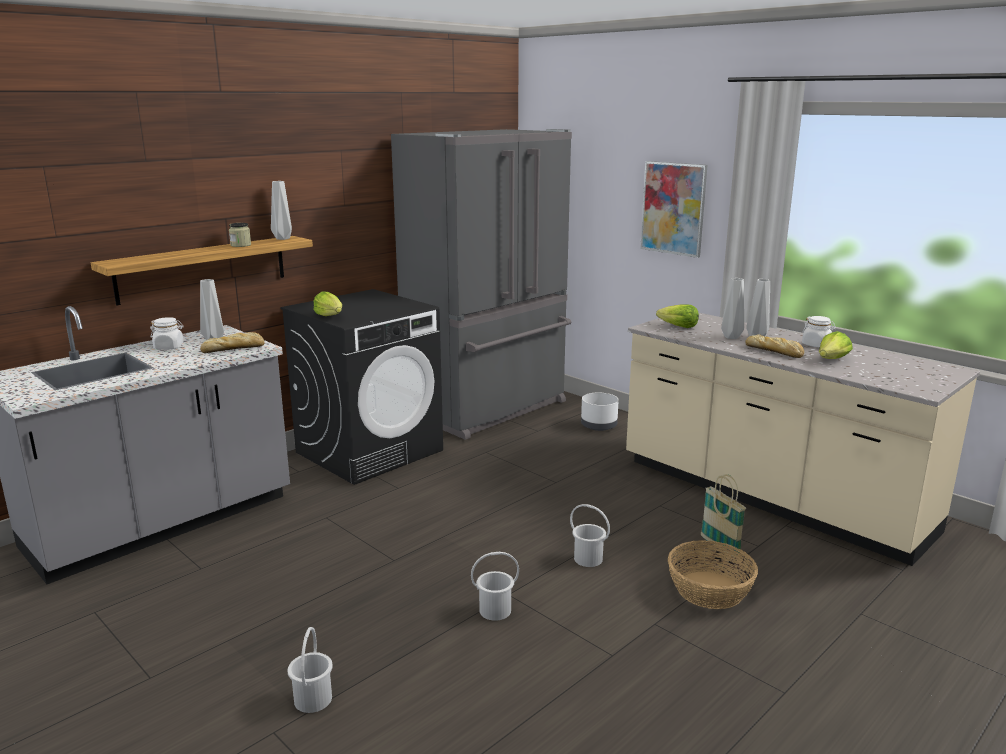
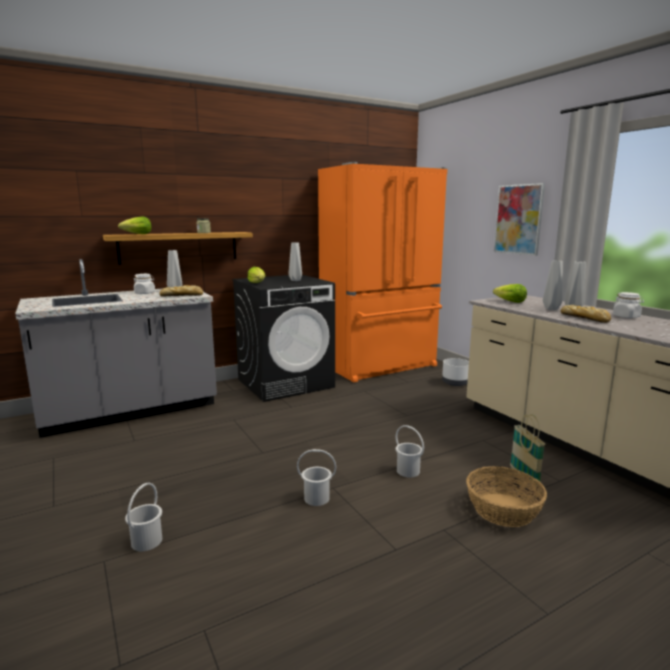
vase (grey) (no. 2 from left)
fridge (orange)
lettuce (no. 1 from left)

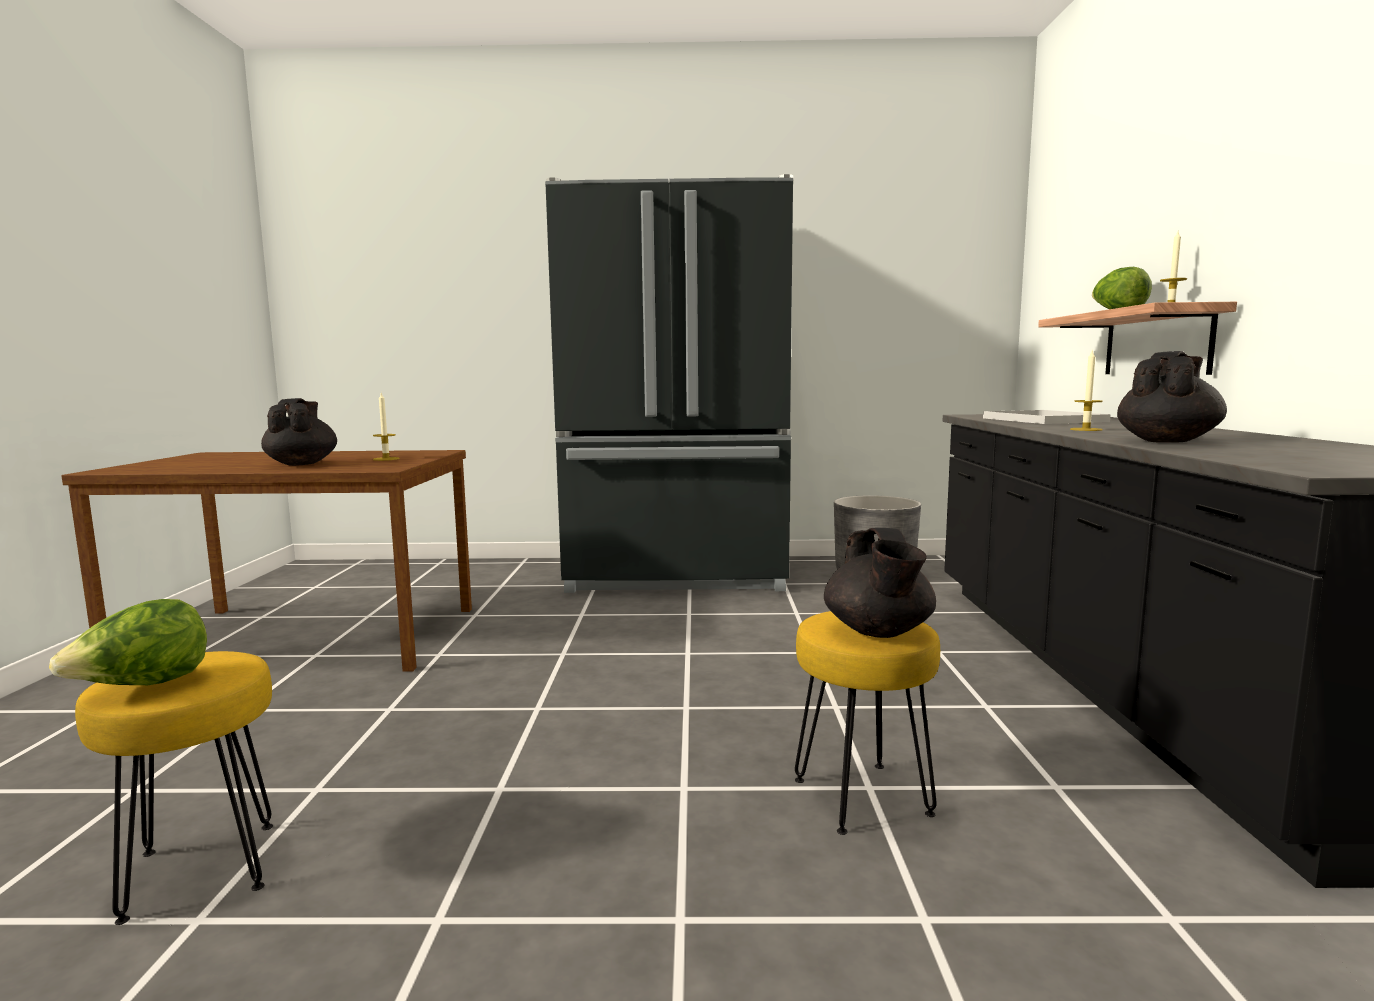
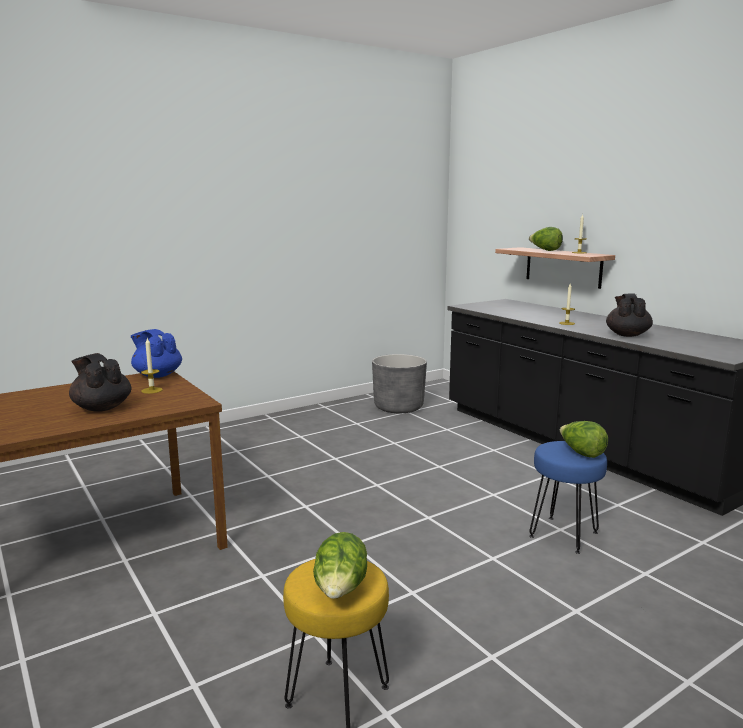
fridge (black)
stool (blue)
lettuce (no. 3 from left)
tray (white)
teapot (blue)

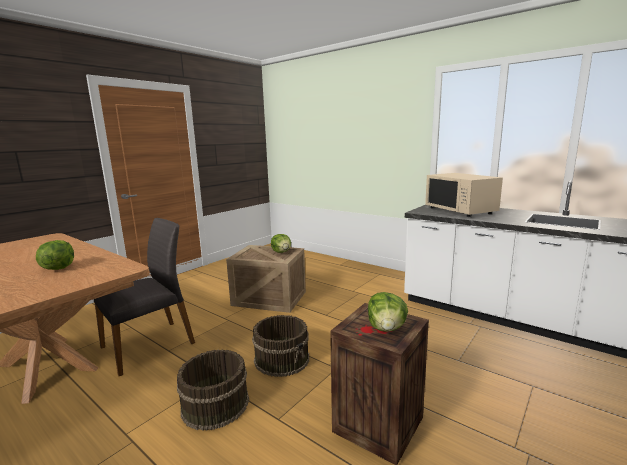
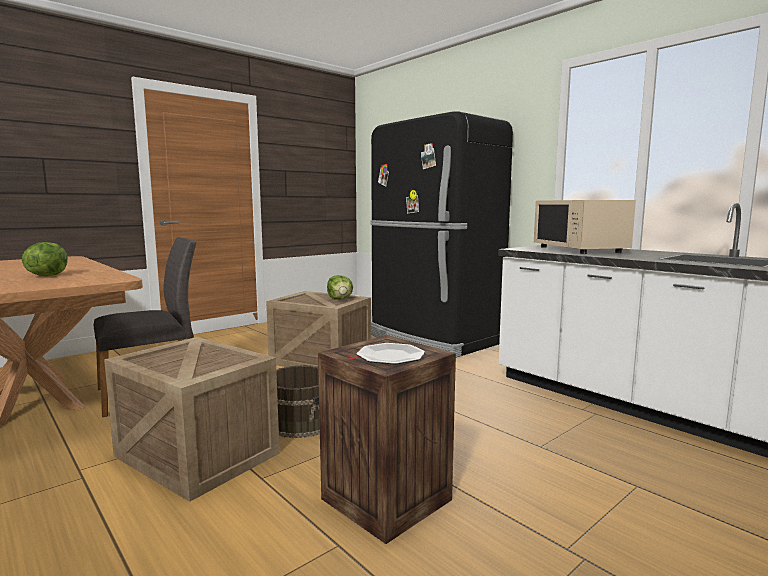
crate (no. 1 from left)
plate
fridge (black)

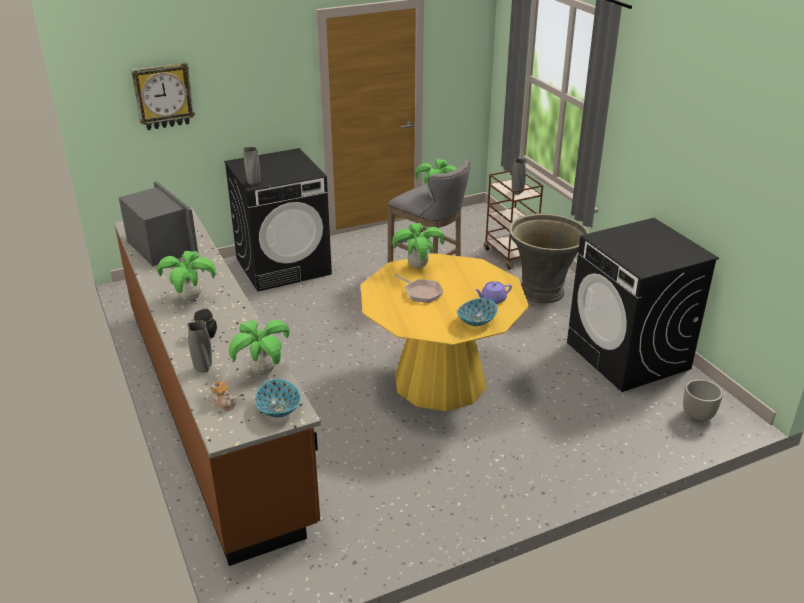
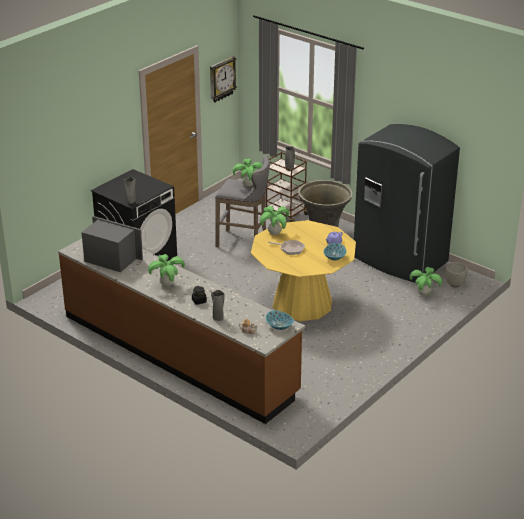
wall clock
potted plant (no. 4 from left)
fridge (grey)

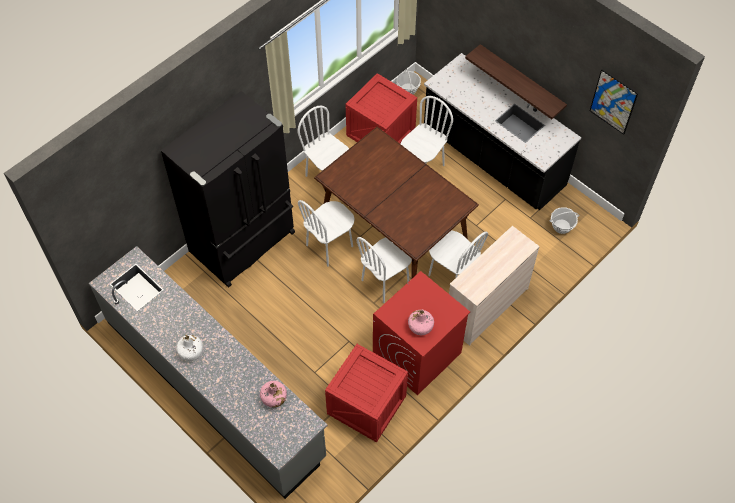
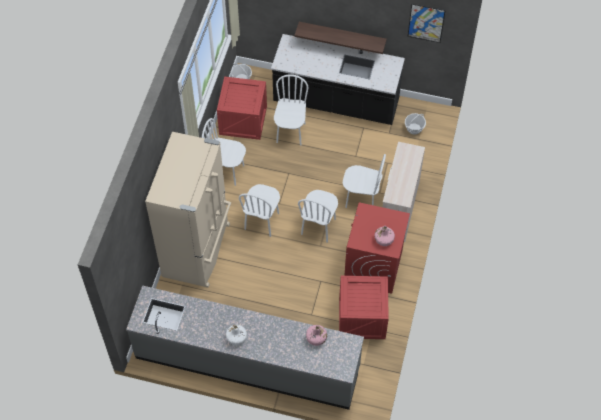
fridge (beige)
dining table (brown)

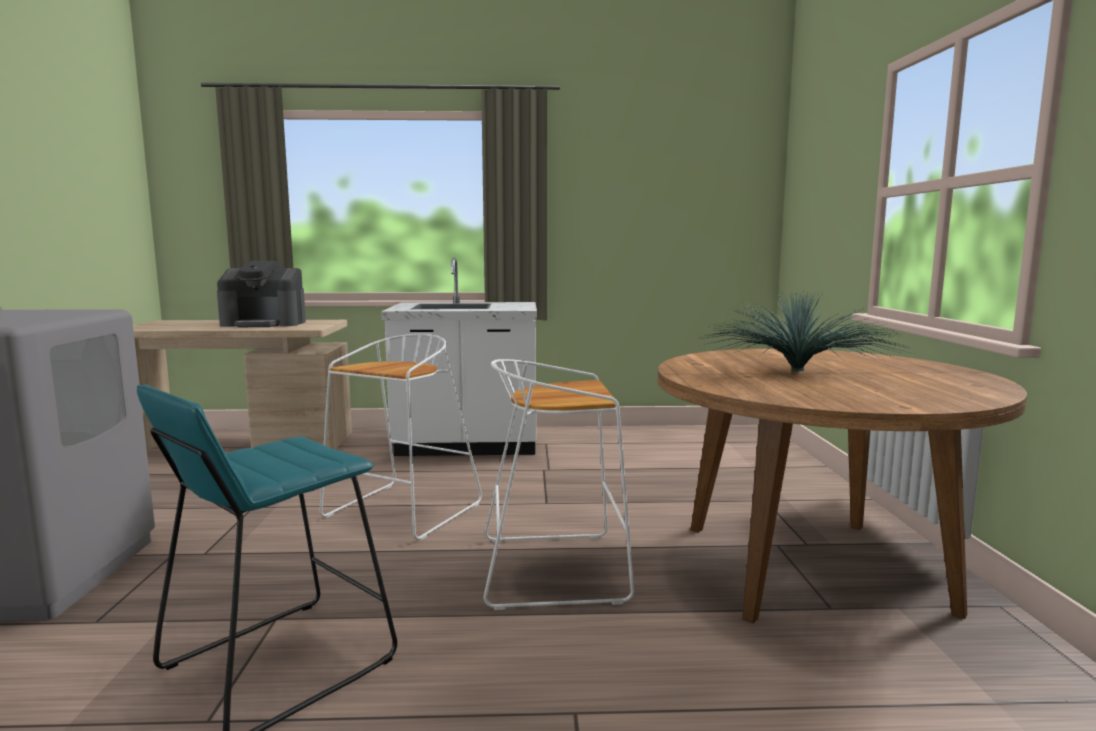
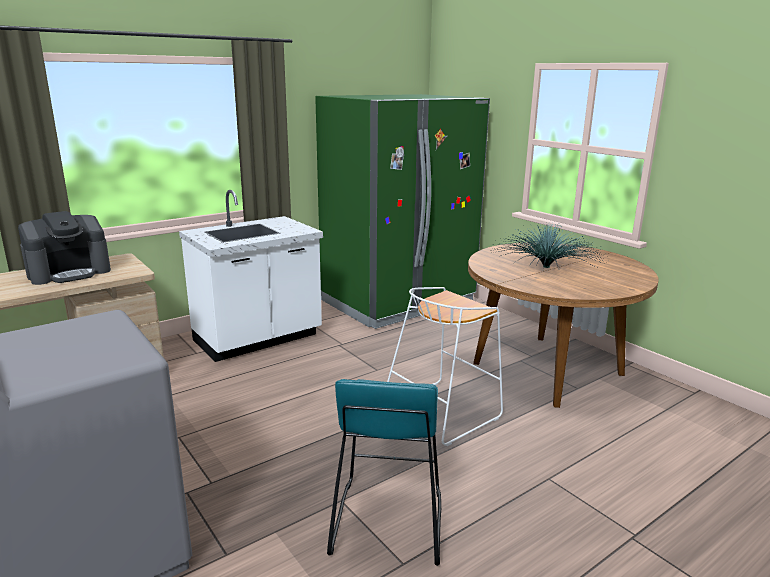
stool (white) (no. 1 from left in the first image)
fridge (green)

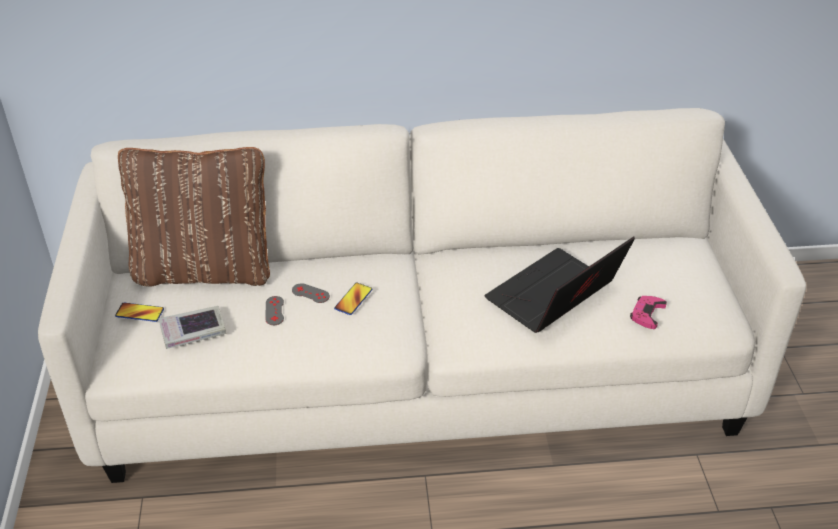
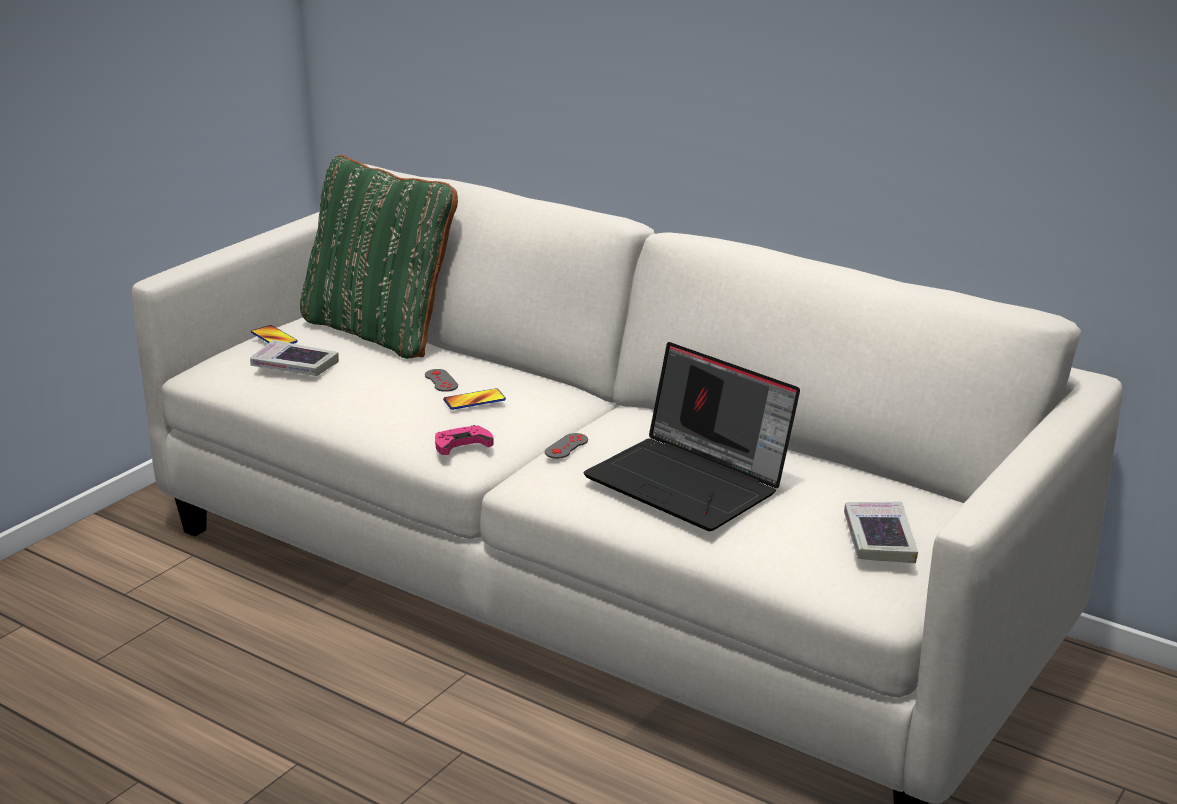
pillow (green)
game controller (grey) (no. 2 from left)
laptop
game controller (pink)
book (no. 2 from left)

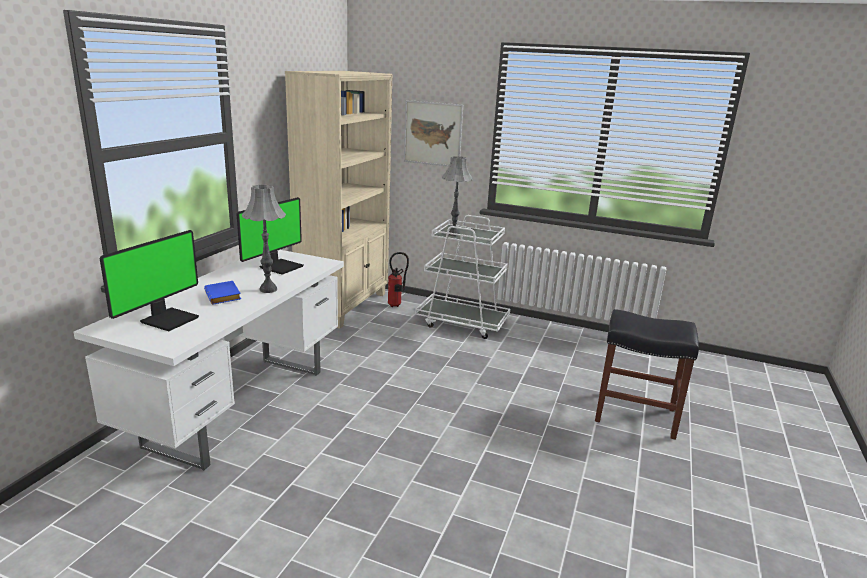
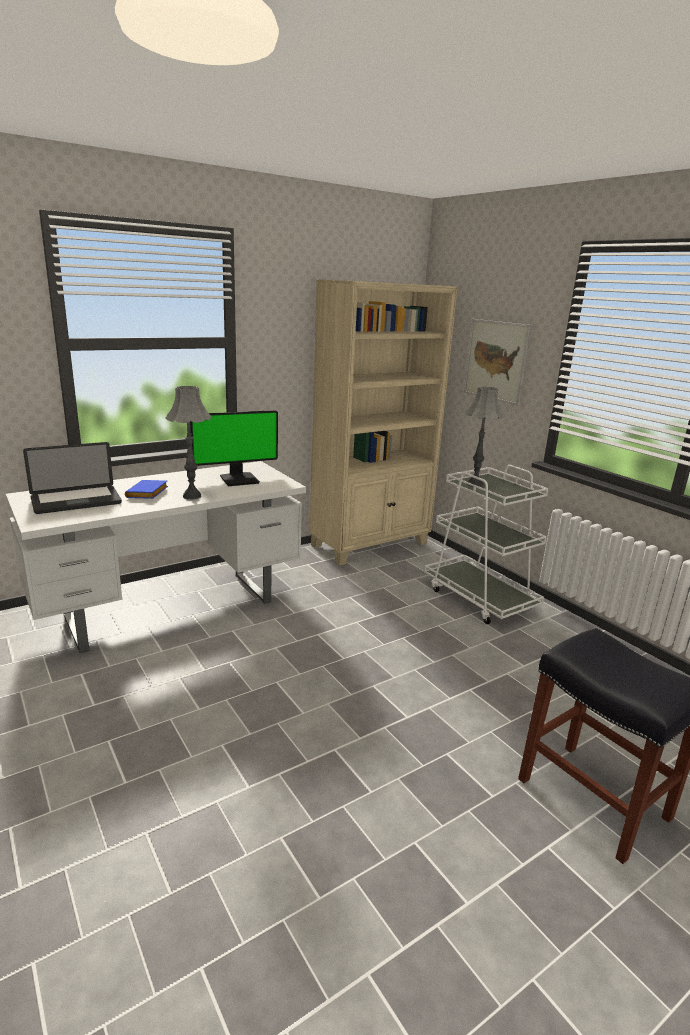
laptop
fire extinguisher

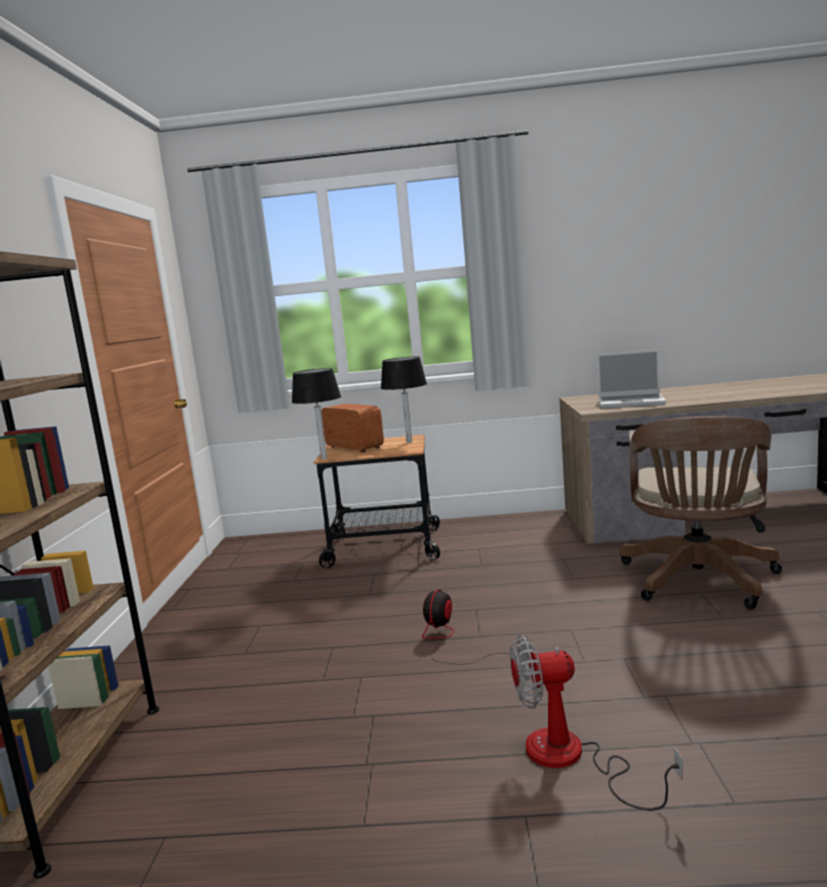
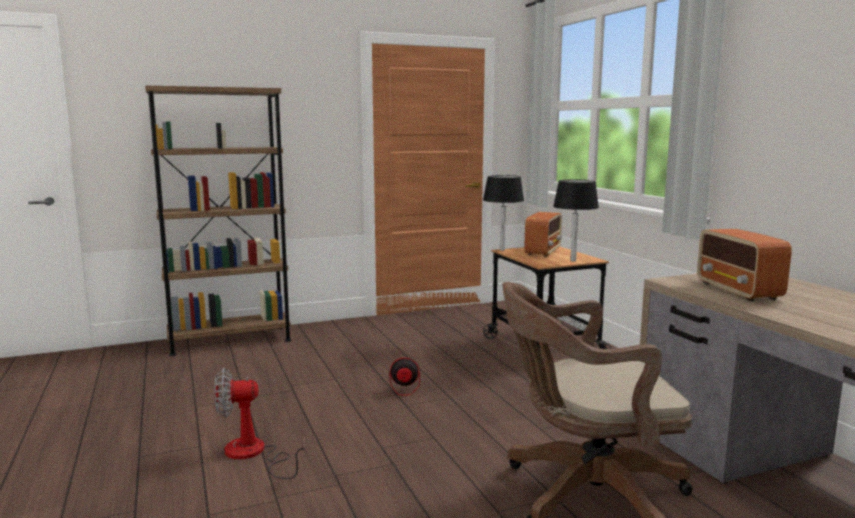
fan (no. 1 from left)
radio (no. 2 from left)

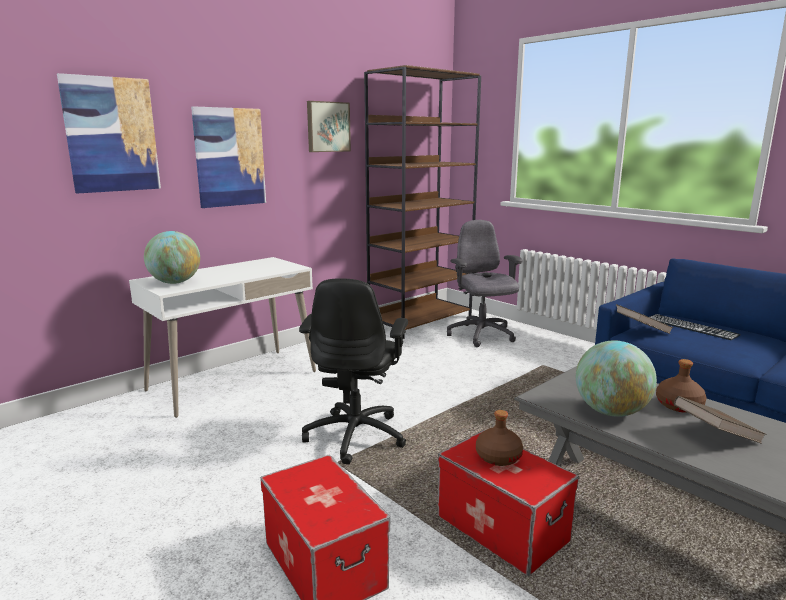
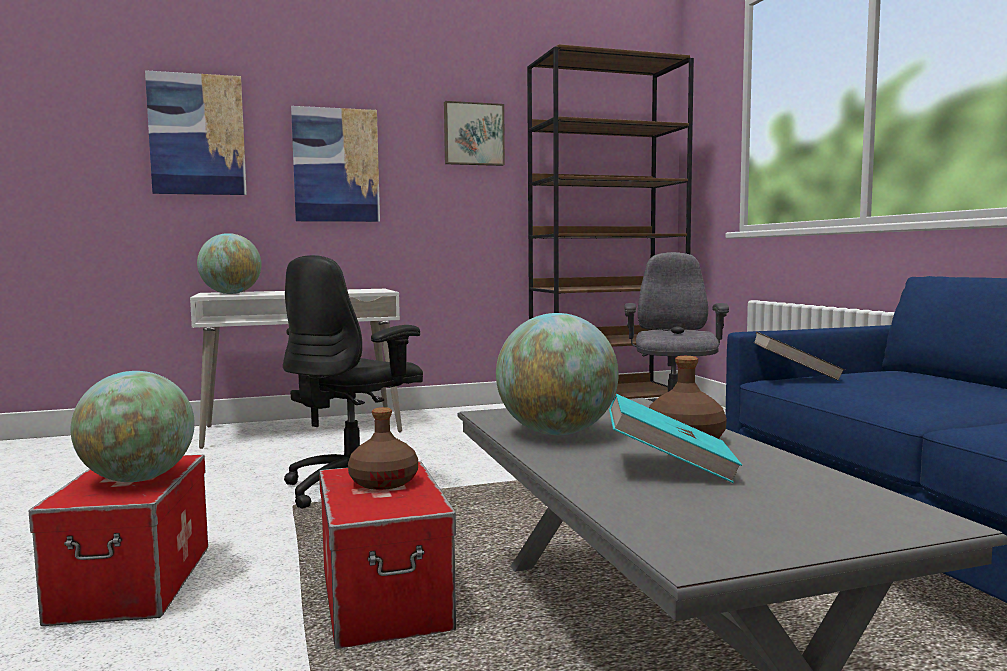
keyboard
book (turquoise)
globe (no. 1 from left)

